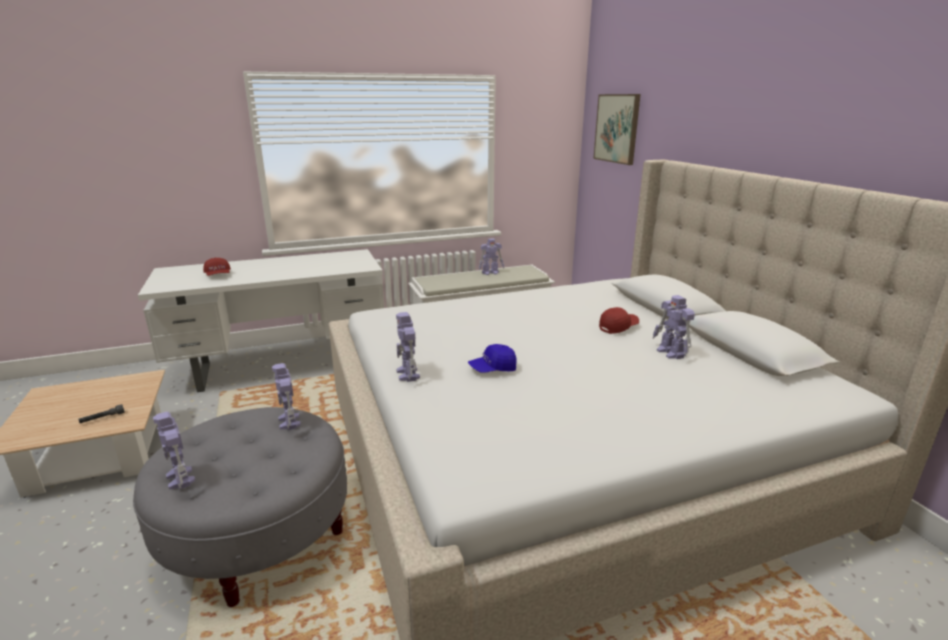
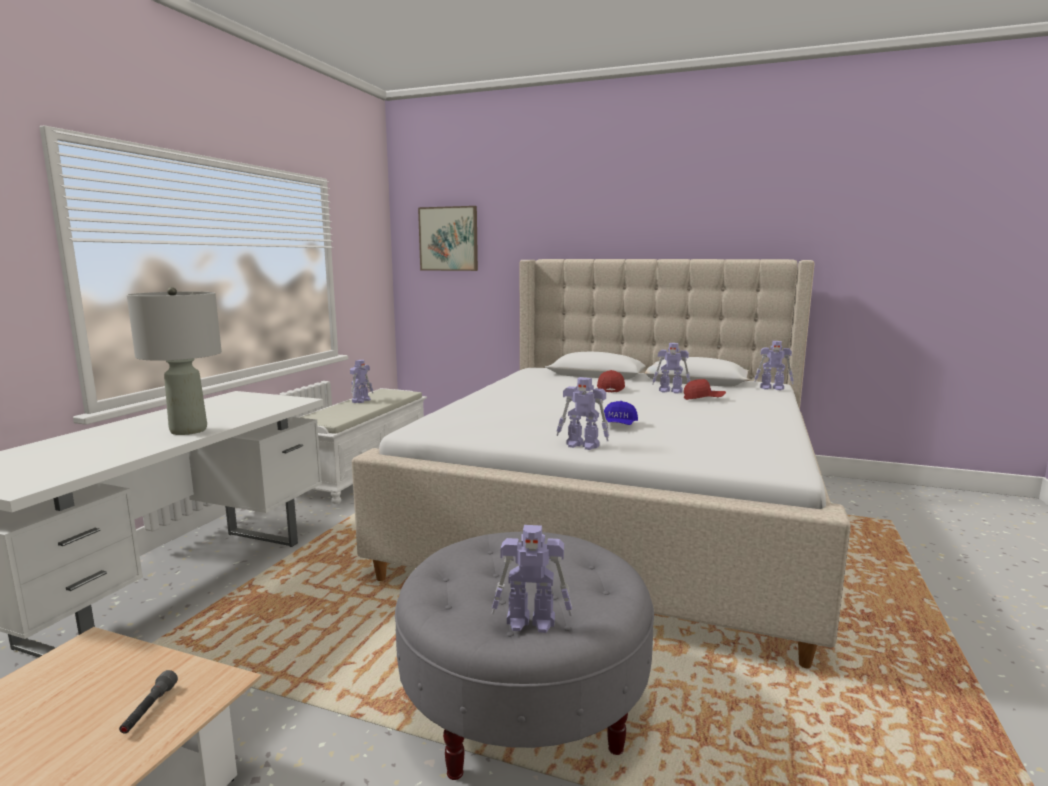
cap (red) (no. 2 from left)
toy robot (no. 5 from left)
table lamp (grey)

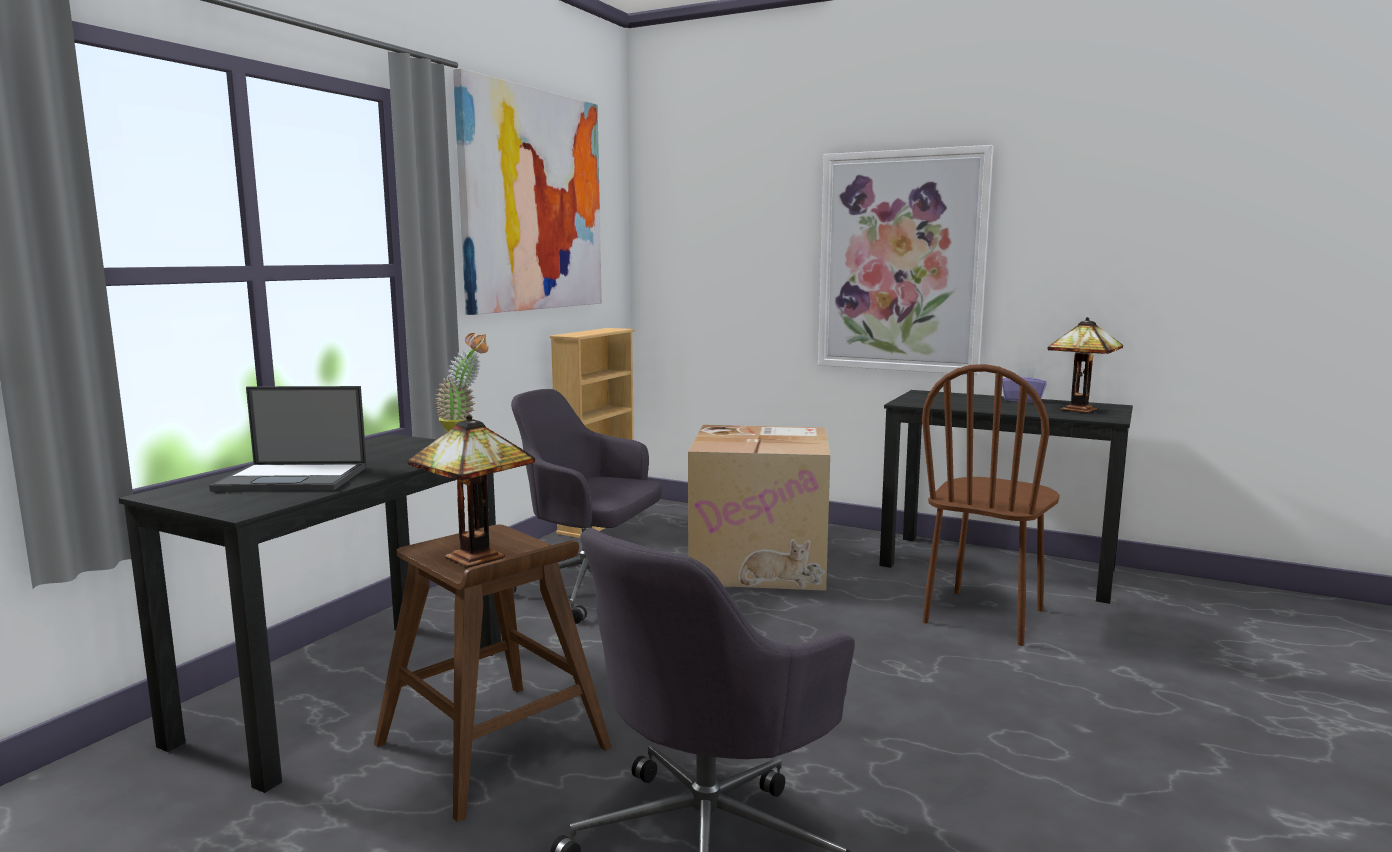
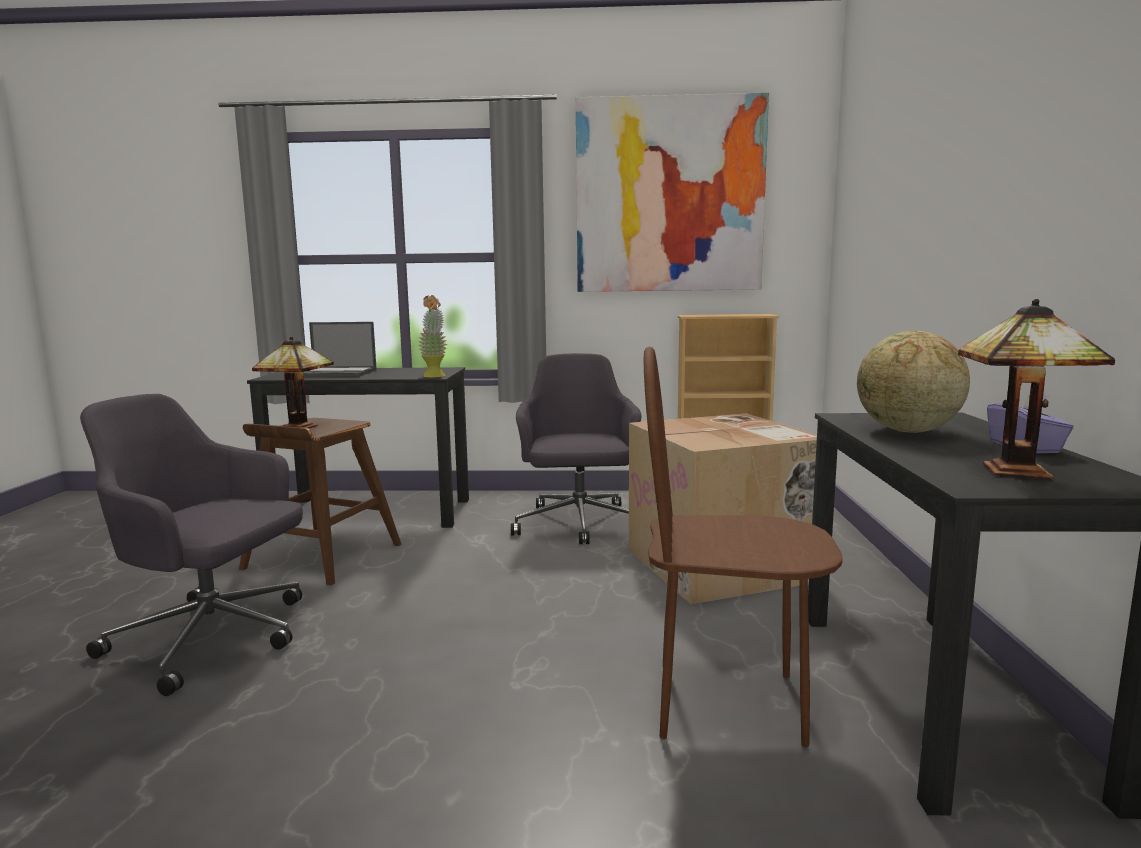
laptop
picture (no. 2 from left in the first image)
globe

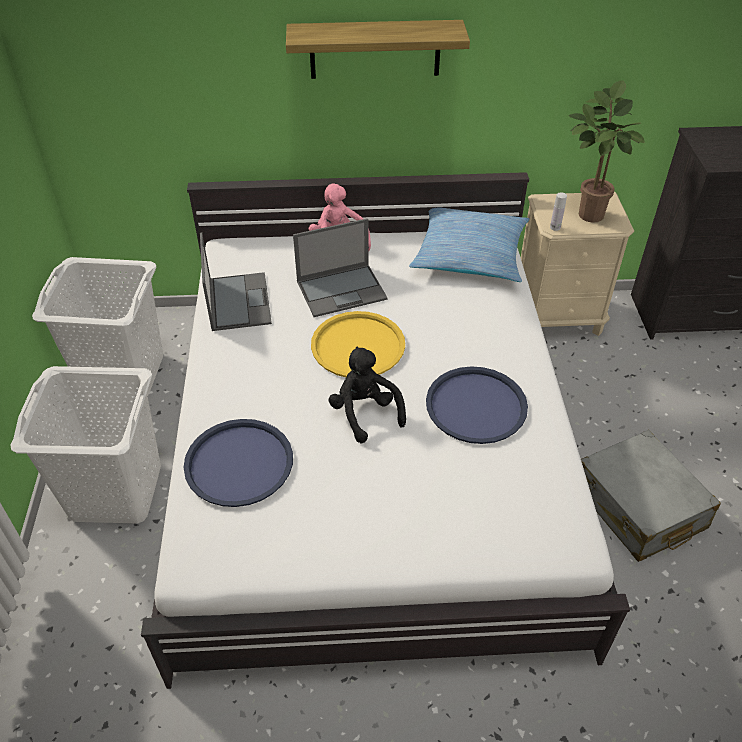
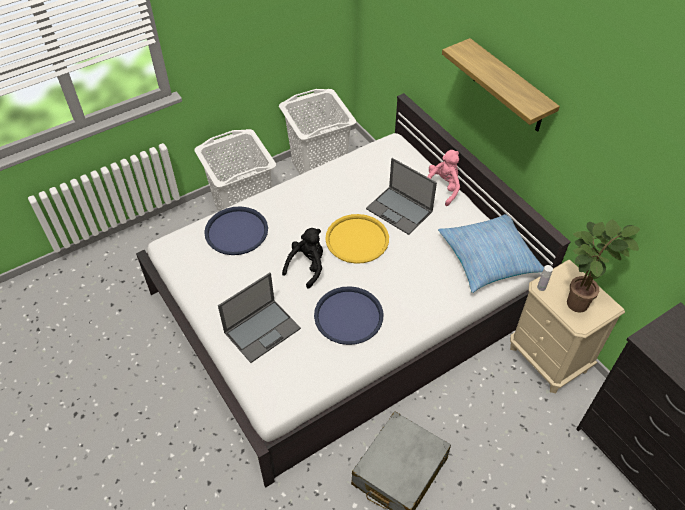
laptop (no. 1 from left)

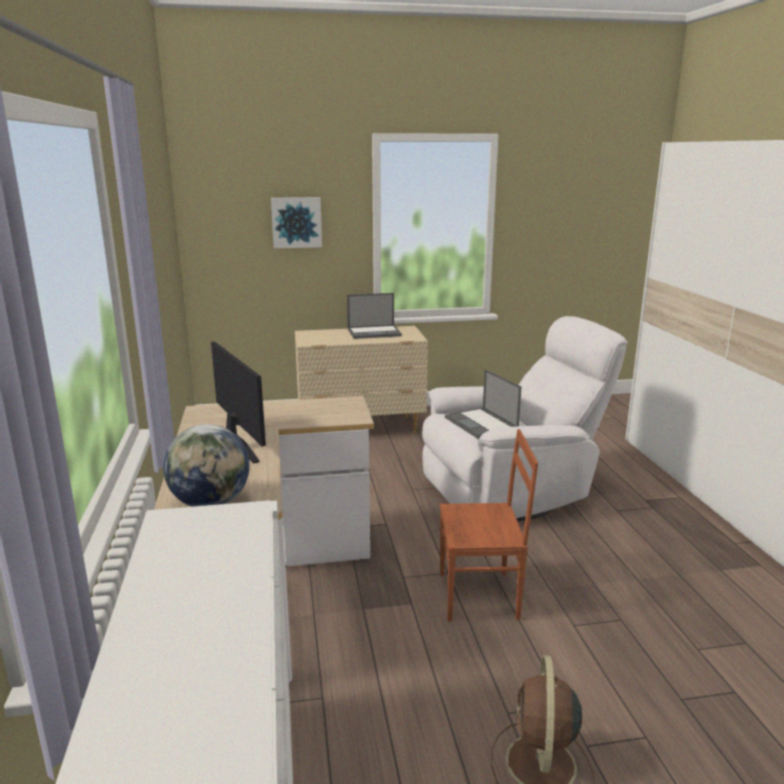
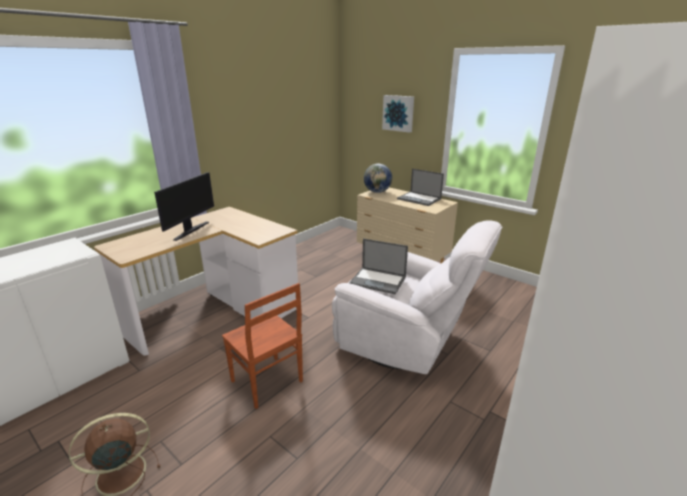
globe
laptop (no. 1 from left)

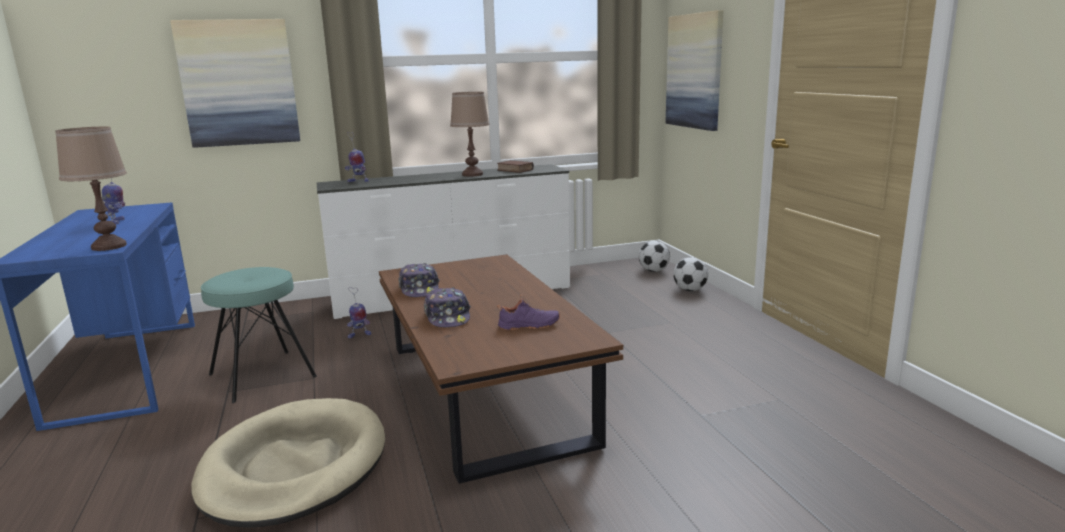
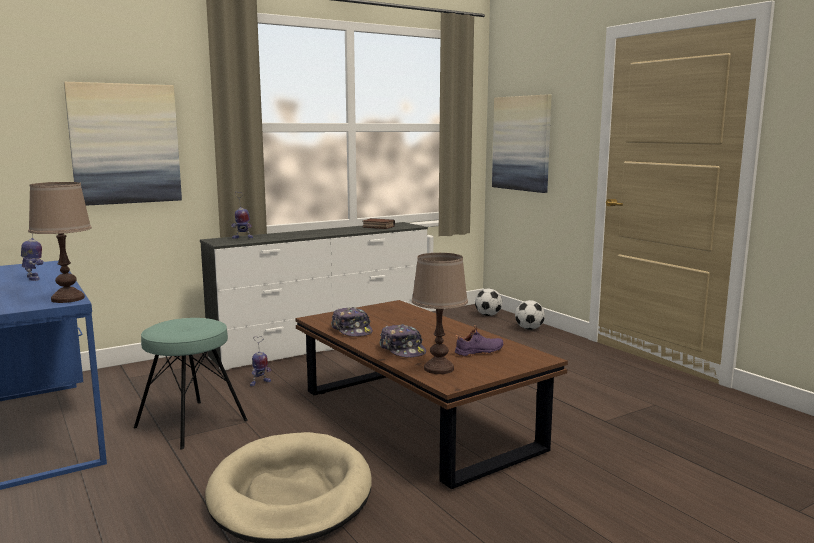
table lamp (brown) (no. 2 from left)

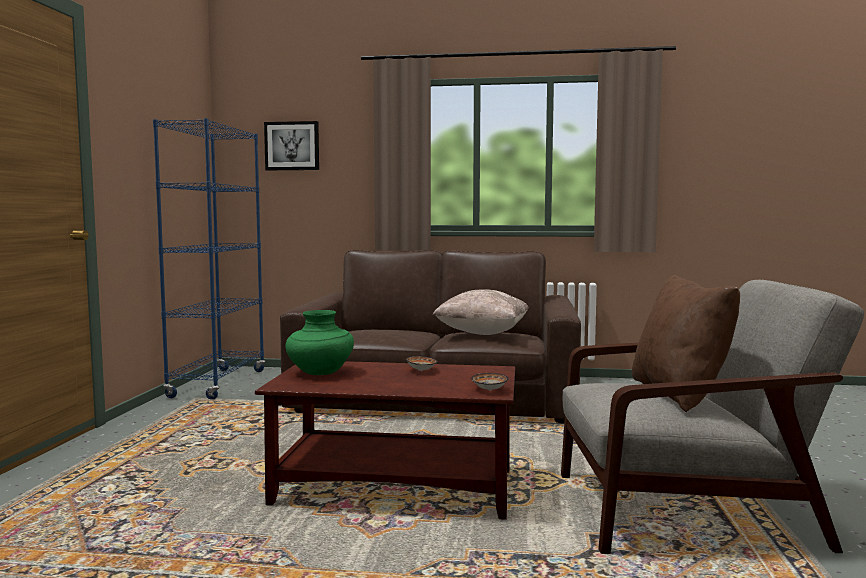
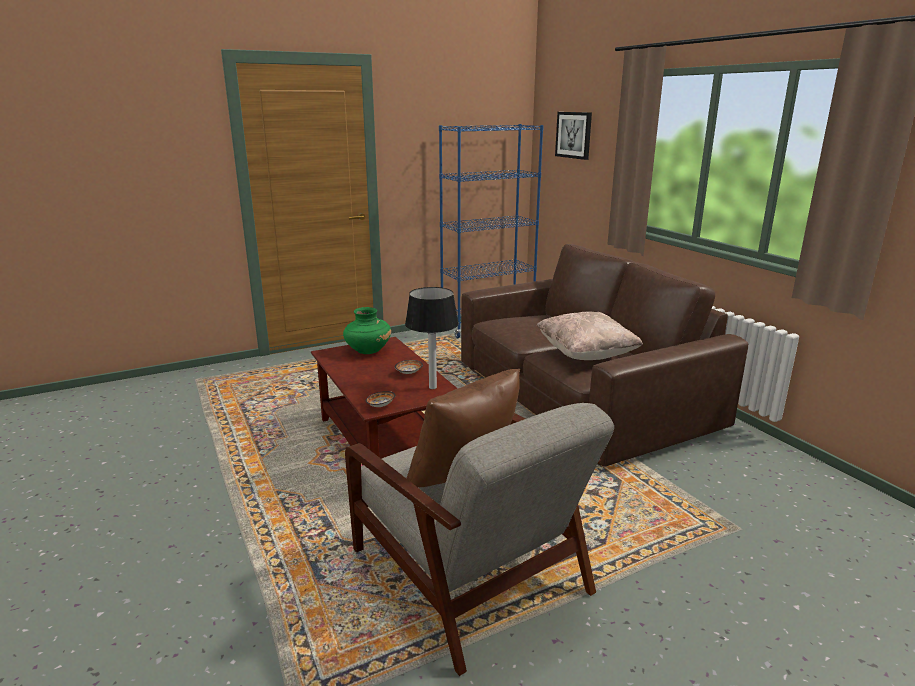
table lamp

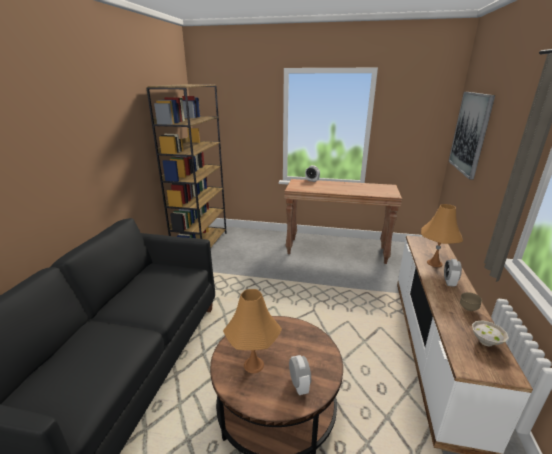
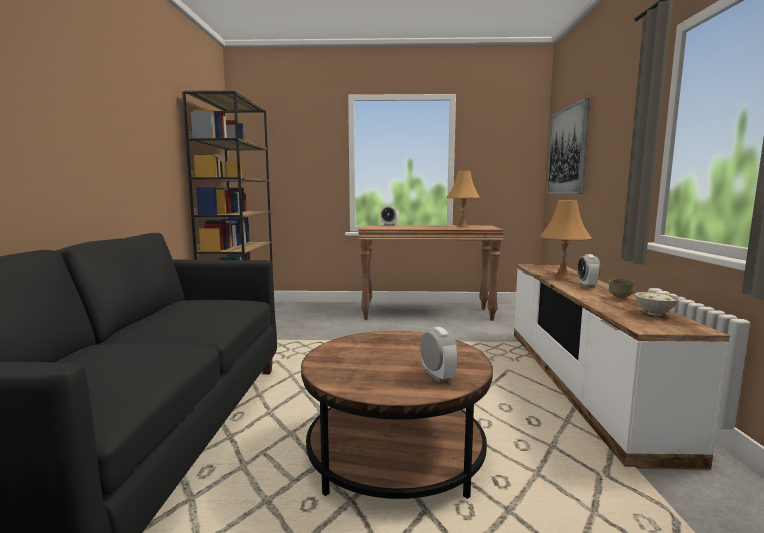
table lamp (orange) (no. 1 from left)

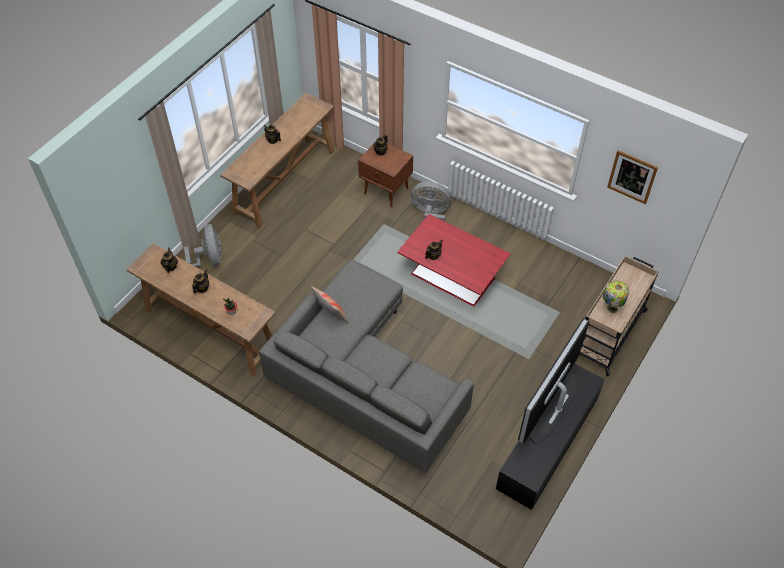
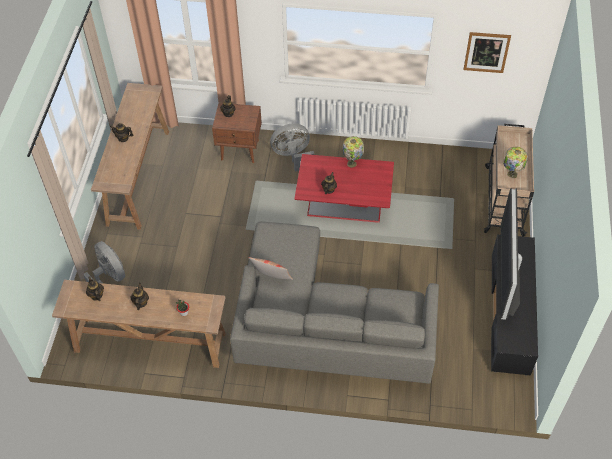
table lamp (no. 1 from left)

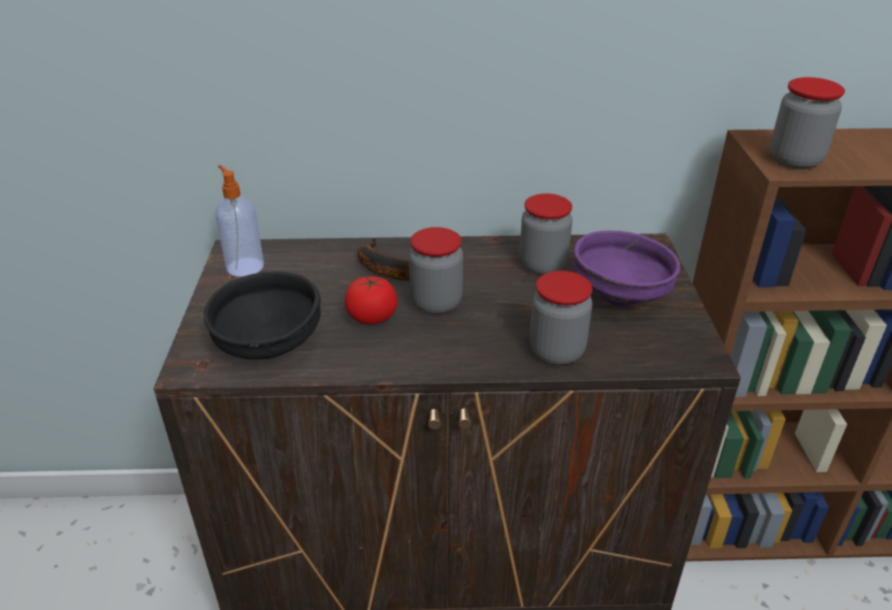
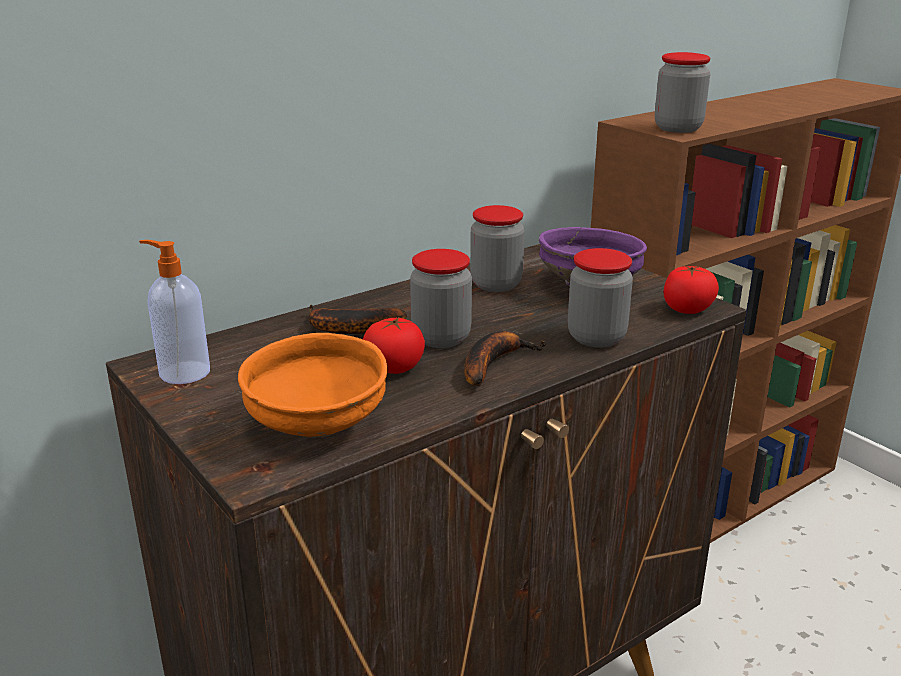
bowl (orange)
banana (no. 2 from left)
tomato (no. 2 from left)

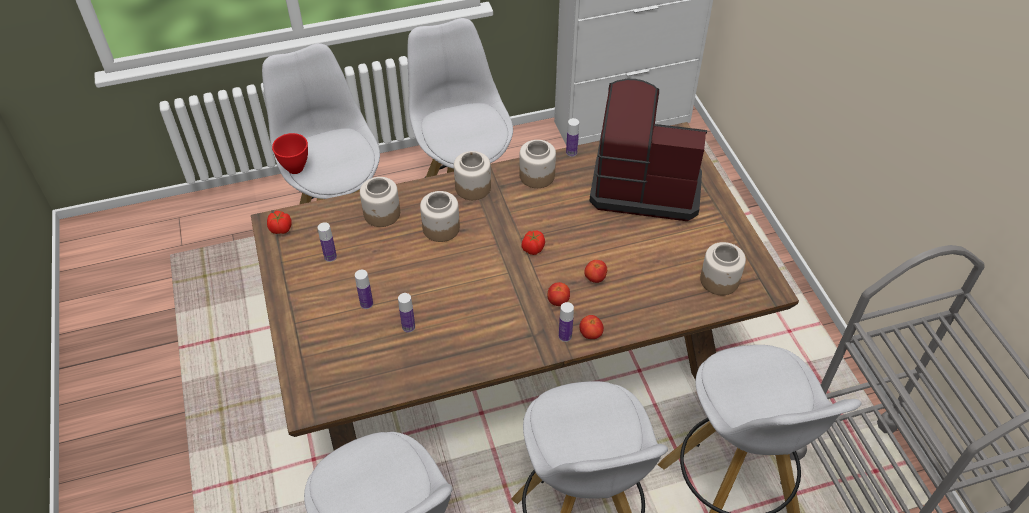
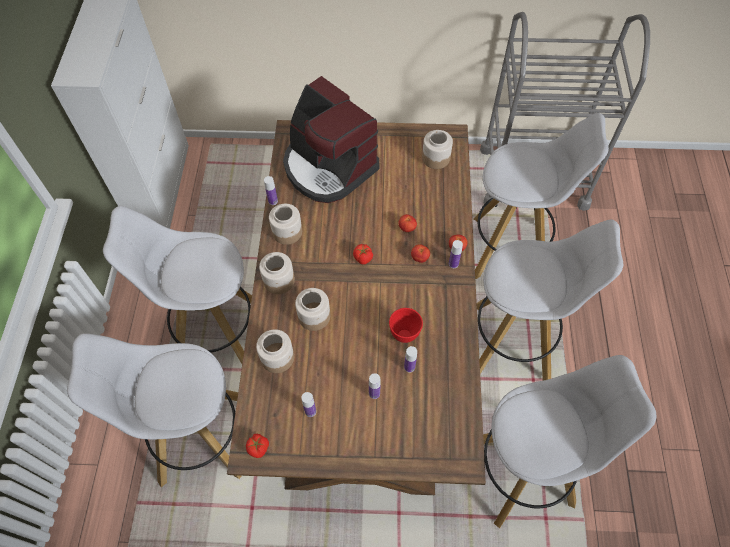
bowl (red)
coffee machine

